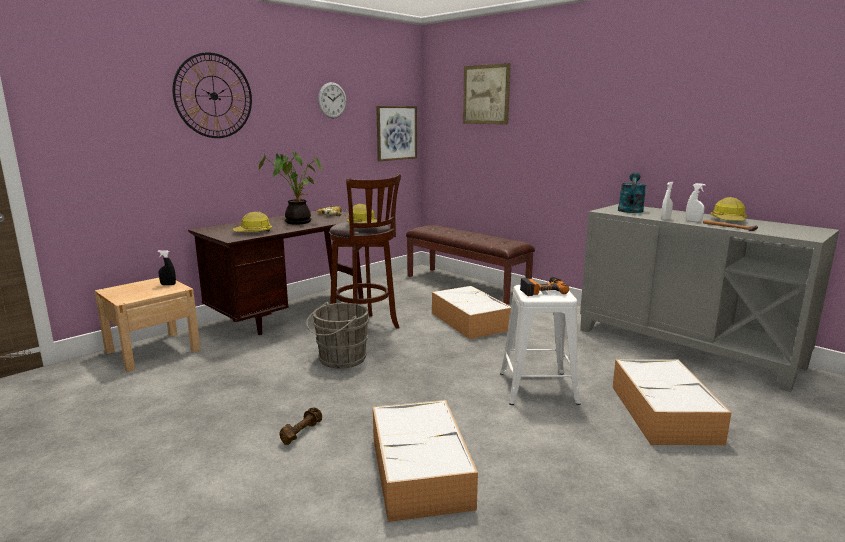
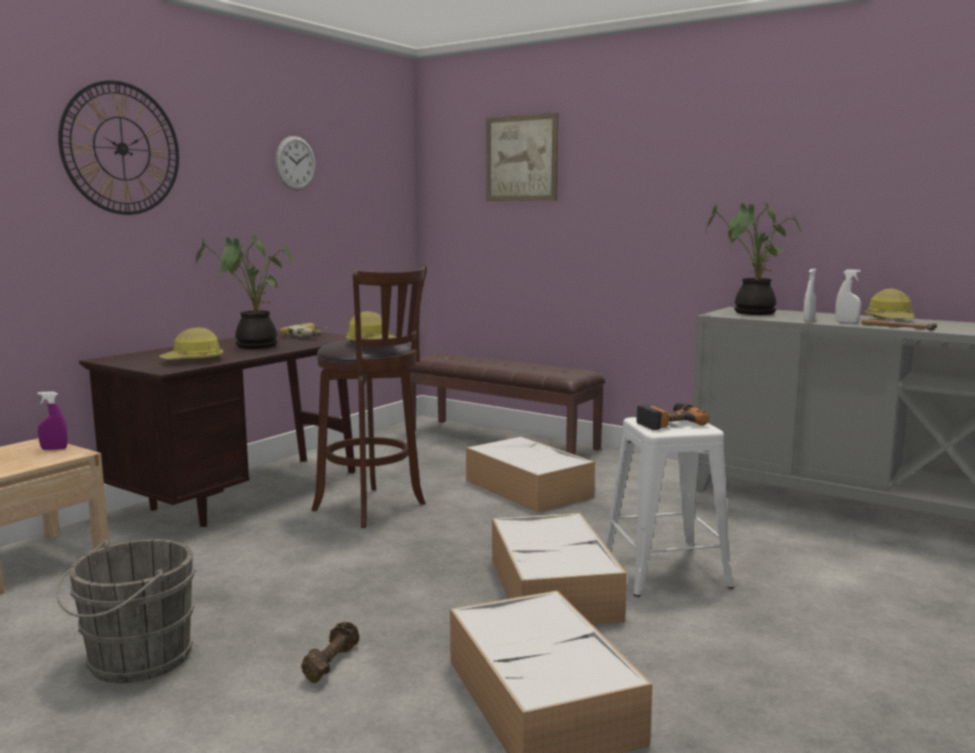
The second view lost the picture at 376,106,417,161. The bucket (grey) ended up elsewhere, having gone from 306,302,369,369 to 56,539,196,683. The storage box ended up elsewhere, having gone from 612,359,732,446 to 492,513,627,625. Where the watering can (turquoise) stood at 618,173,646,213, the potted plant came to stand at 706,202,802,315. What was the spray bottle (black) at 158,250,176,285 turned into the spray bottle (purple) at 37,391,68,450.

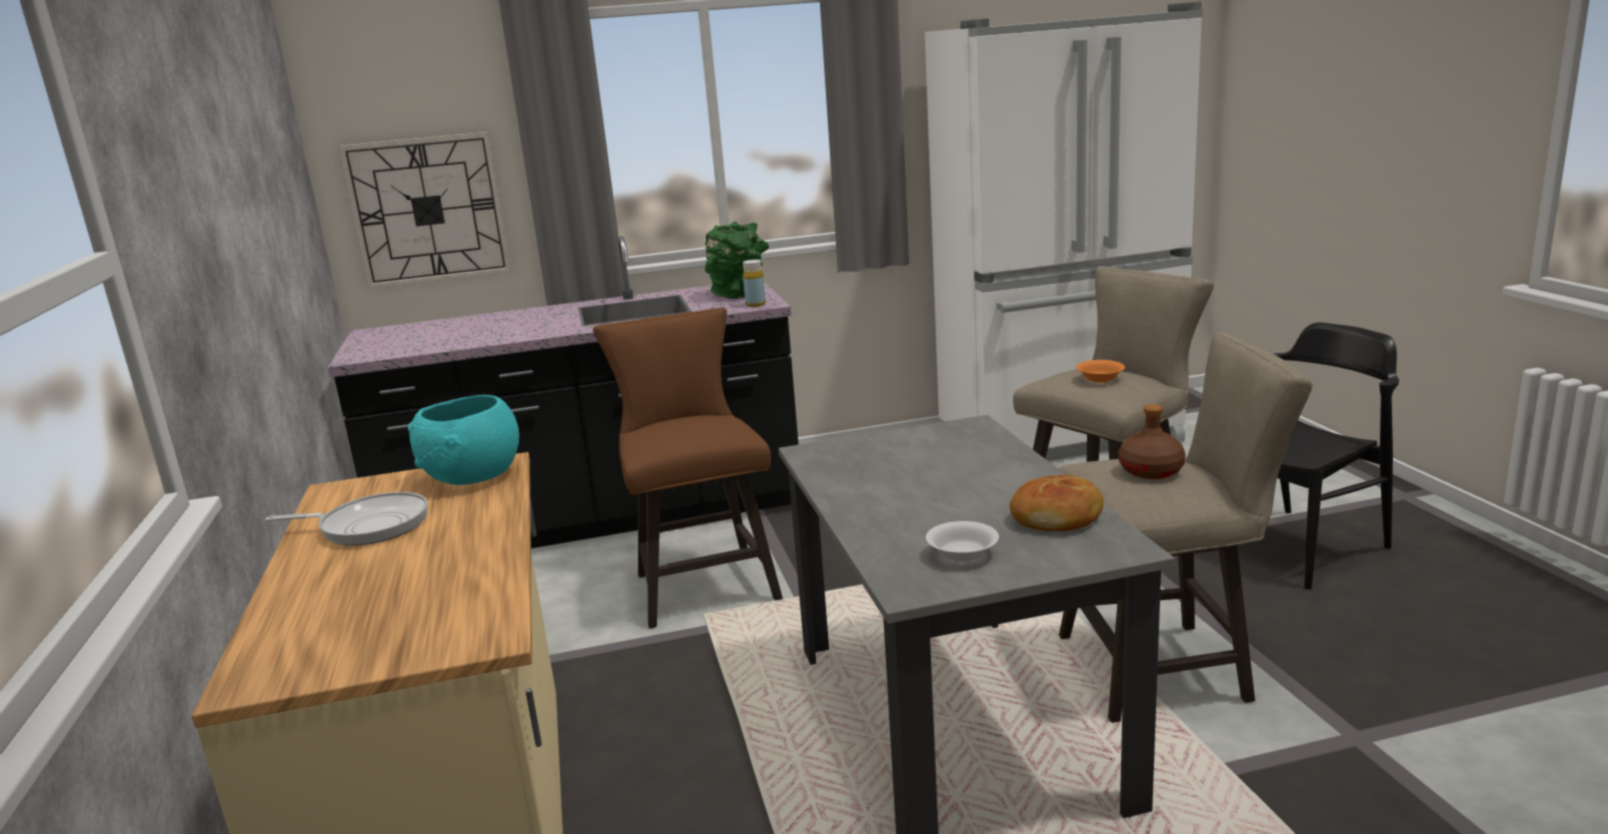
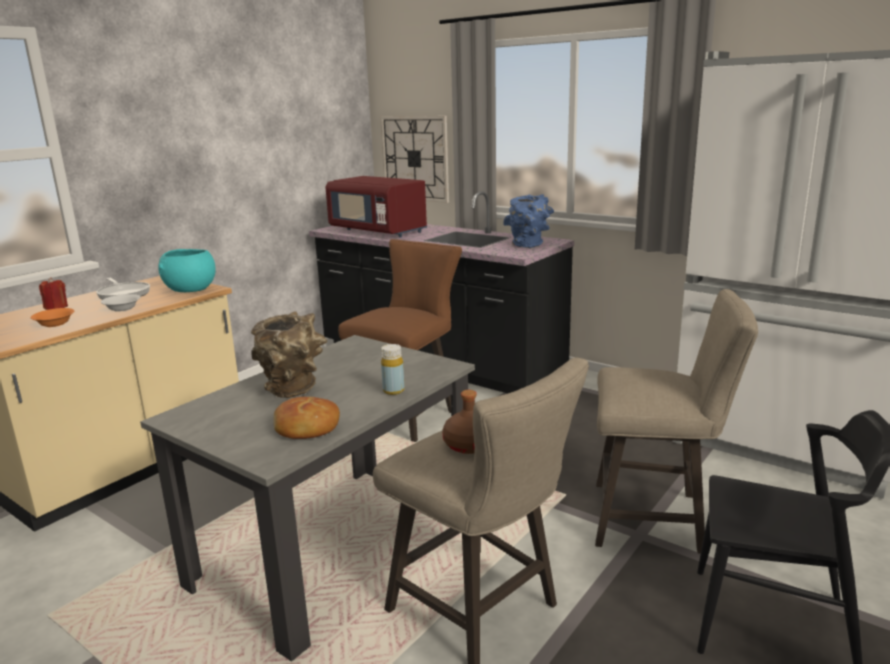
The second view gained the candle (red) at 39,277,68,310. The second view gained the vase (brown) at 251,312,327,398. The second view gained the microwave (red) at 325,176,427,237. The bottle (yellow) ended up elsewhere, having gone from 743,259,766,307 to 381,344,405,395. The bowl (white) ended up elsewhere, having gone from 926,521,999,562 to 101,294,140,312. The bowl (orange) ended up elsewhere, having gone from 1076,360,1125,383 to 31,308,74,327. What was the vase (green) at 705,221,769,299 turned into the vase (blue) at 503,194,554,248.

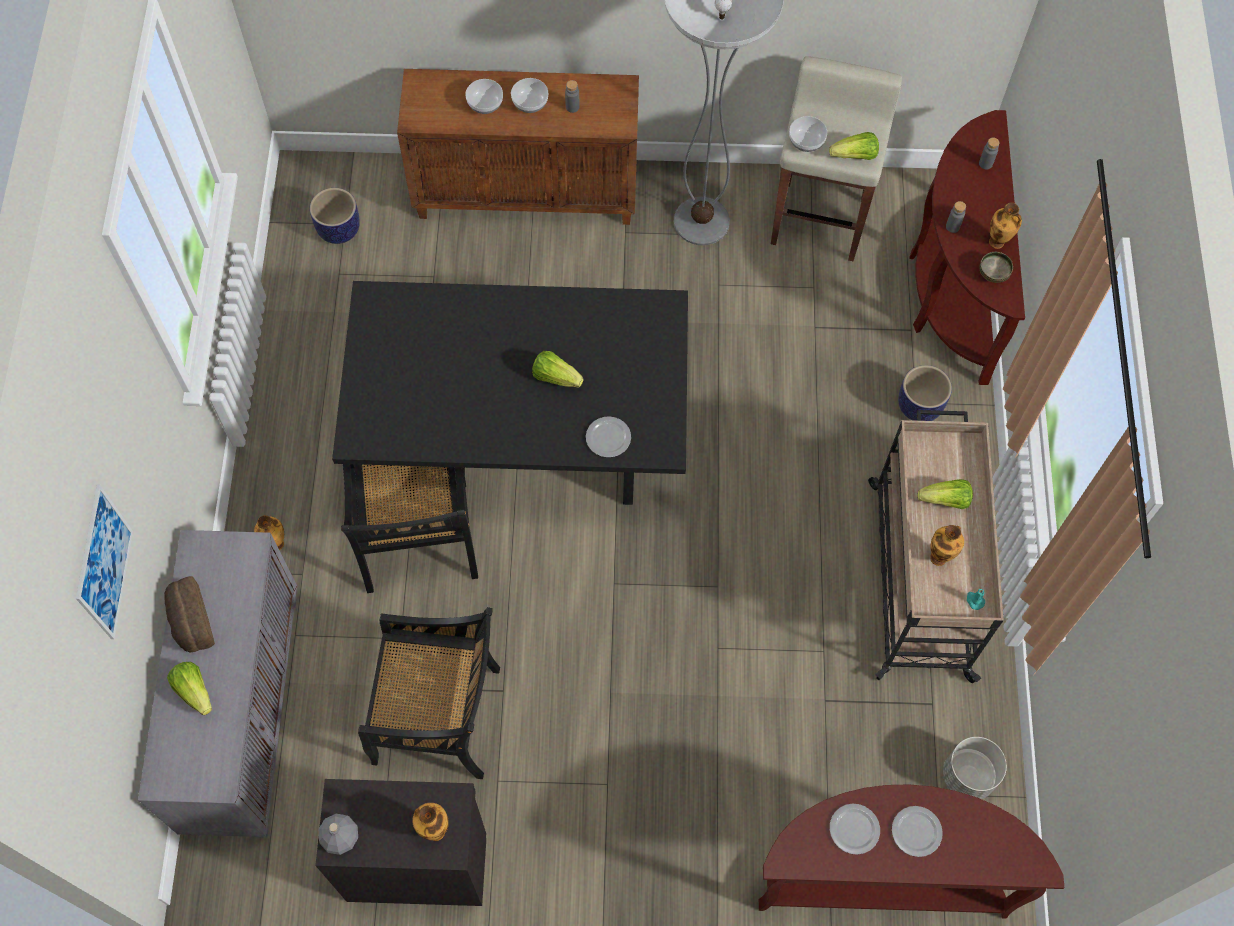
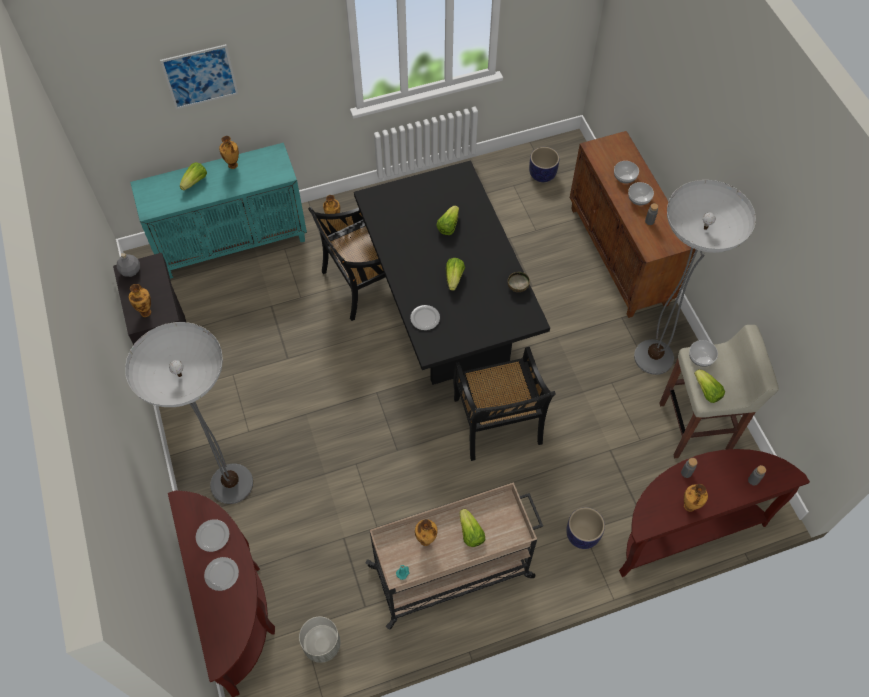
The second view gained the floor lamp at 125,322,253,504. The second view gained the lettuce at 436,205,459,235. The chair (black) ended up elsewhere, having gone from 358,607,500,779 to 453,347,556,461. The bowl ended up elsewhere, having gone from 979,252,1013,283 to 508,272,530,292. Where the bread stood at 164,576,215,653, the vase came to stand at 219,136,239,169. What was the cabinet (grey) at 138,530,297,838 turned into the cabinet (turquoise) at 130,143,307,279.

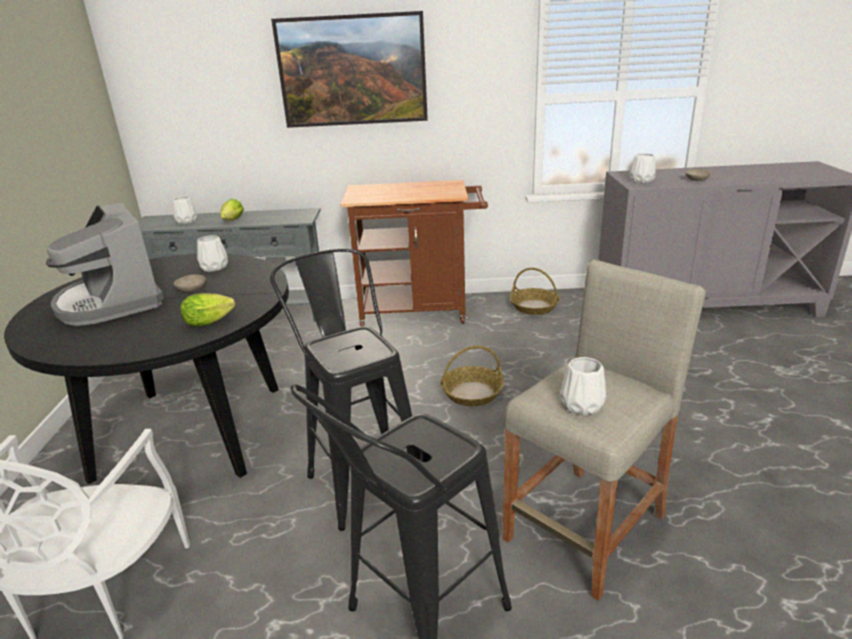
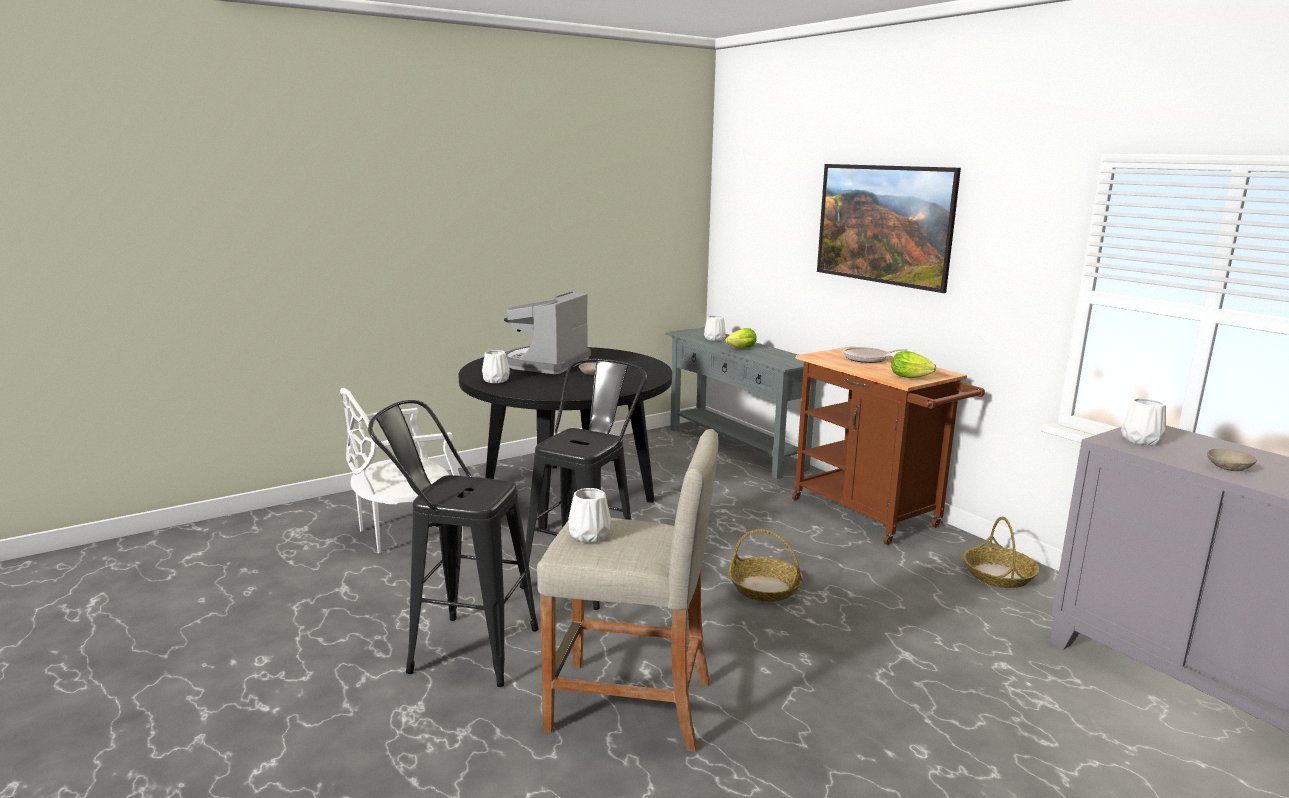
The second view gained the frying pan at 843,347,908,363. The lettuce ended up elsewhere, having gone from 180,293,235,327 to 891,351,936,378. The vase (white) ended up elsewhere, having gone from 197,235,228,272 to 482,350,510,383.

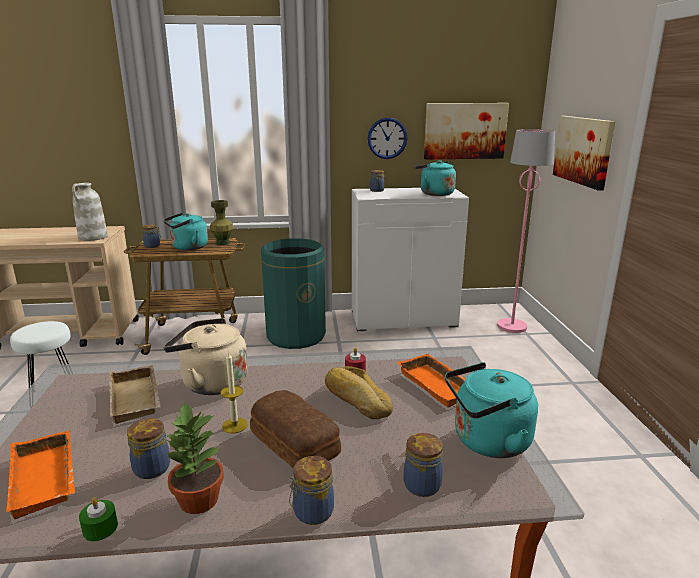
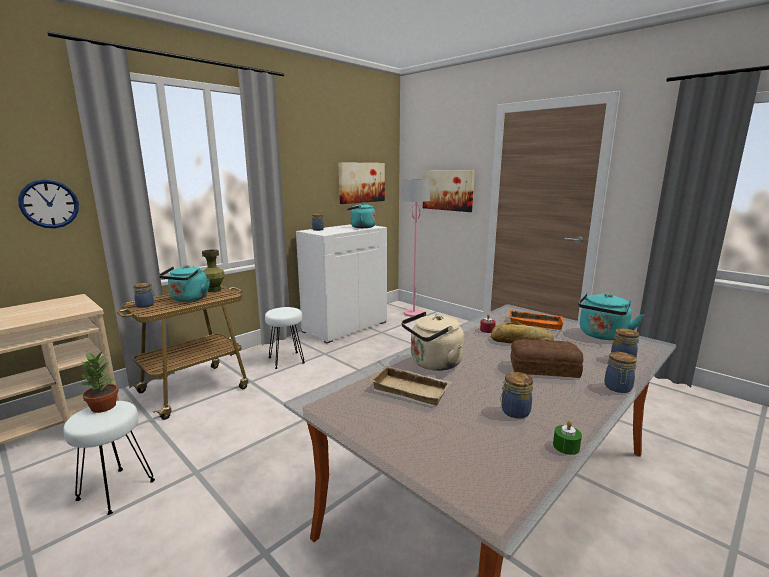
The second view lost the tray (orange) at 6,430,75,519. The second view lost the vase (white) at 72,183,108,241. The second view lost the candle at 221,351,248,433. The potted plant ended up elsewhere, having gone from 166,402,224,514 to 80,351,119,413. The wall clock ended up elsewhere, having gone from 368,118,407,159 to 18,179,79,228. Where the trash can (green) stood at 261,238,326,349, the stool (white) came to stand at 265,307,305,369.

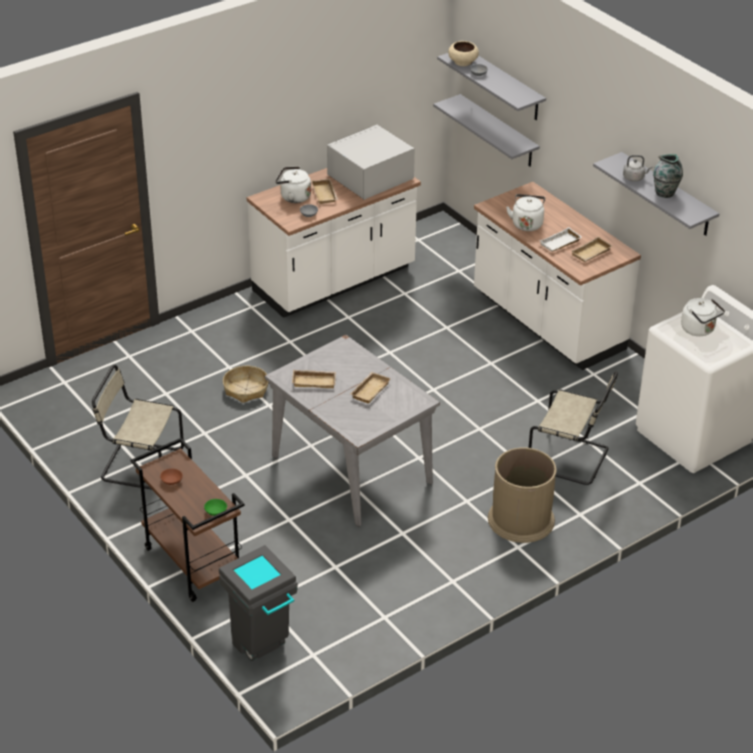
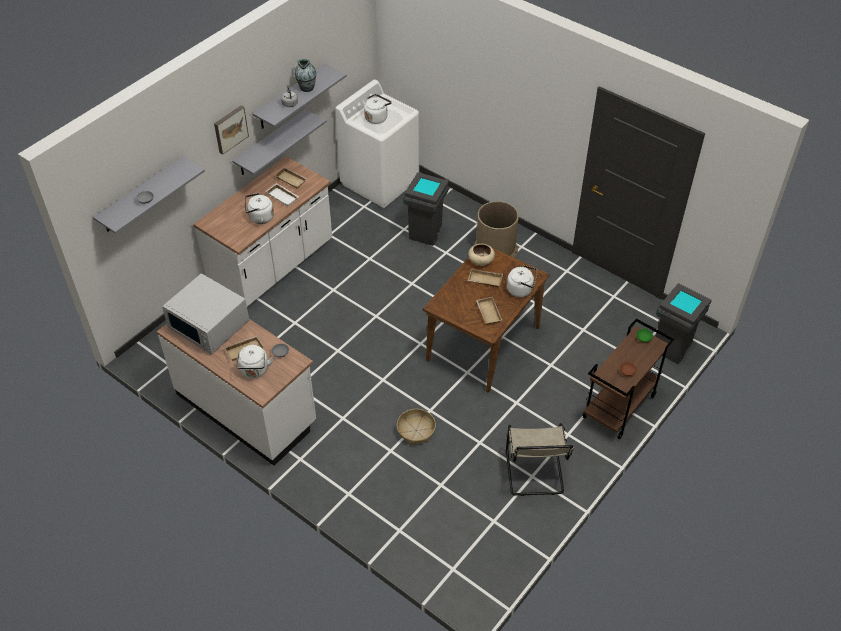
The second view gained the picture at 214,106,249,155. The second view gained the kettle (white) at 507,265,538,297. The shelf (grey) ended up elsewhere, having gone from 433,94,540,167 to 233,109,326,175. The bowl (beige) ended up elsewhere, having gone from 448,41,479,66 to 468,244,495,266. Where the chair (beige) stood at 529,372,618,485, the trash can (grey) came to stand at 403,172,449,246. What was the dining table (grey) at 265,335,440,526 turned into the dining table (brown) at 423,243,550,392.

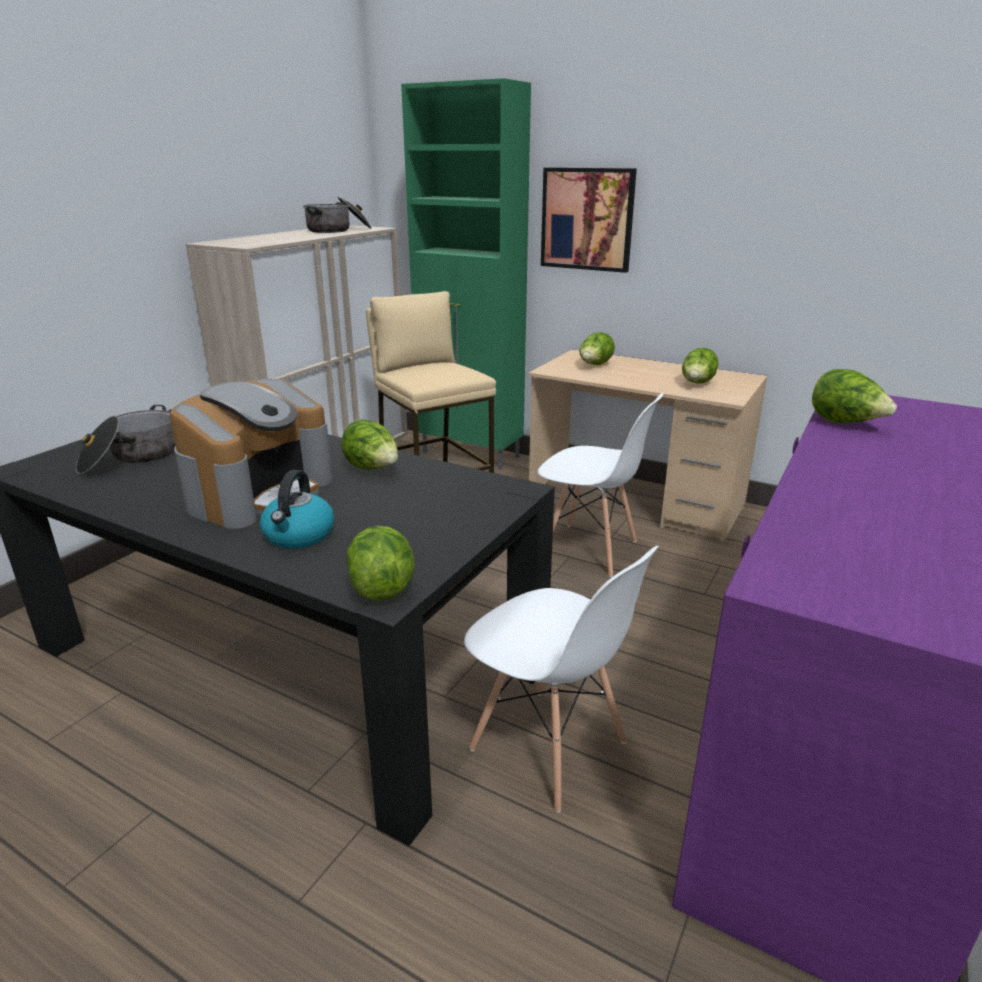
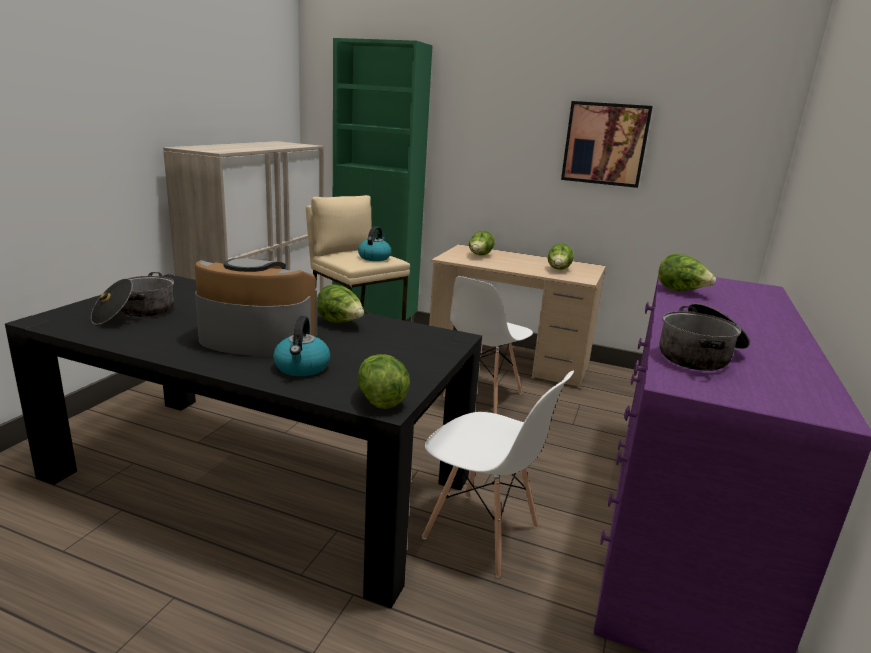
The second view gained the kettle at 358,226,391,261. The cooking pot ended up elsewhere, having gone from 303,197,371,233 to 659,303,750,371. The picture ended up elsewhere, having gone from 541,168,637,273 to 561,101,653,188. The coffee machine at 170,379,333,529 ended up facing another way, 105 degrees counterclockwise from before. The chair (white) at 538,393,664,577 ended up facing another way, 105 degrees clockwise from before.

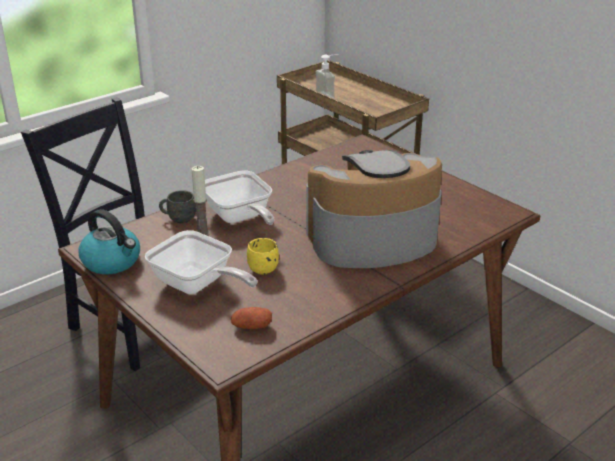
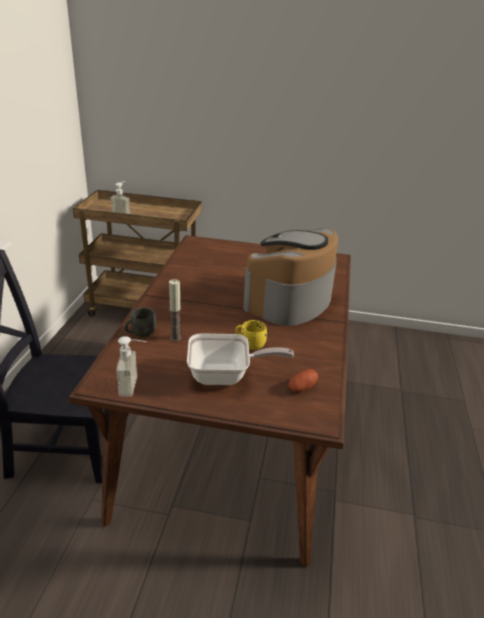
The second view lost the frying pan at 205,170,275,225. Where the kettle stood at 79,209,140,274, the soap dispenser came to stand at 116,336,146,397.

